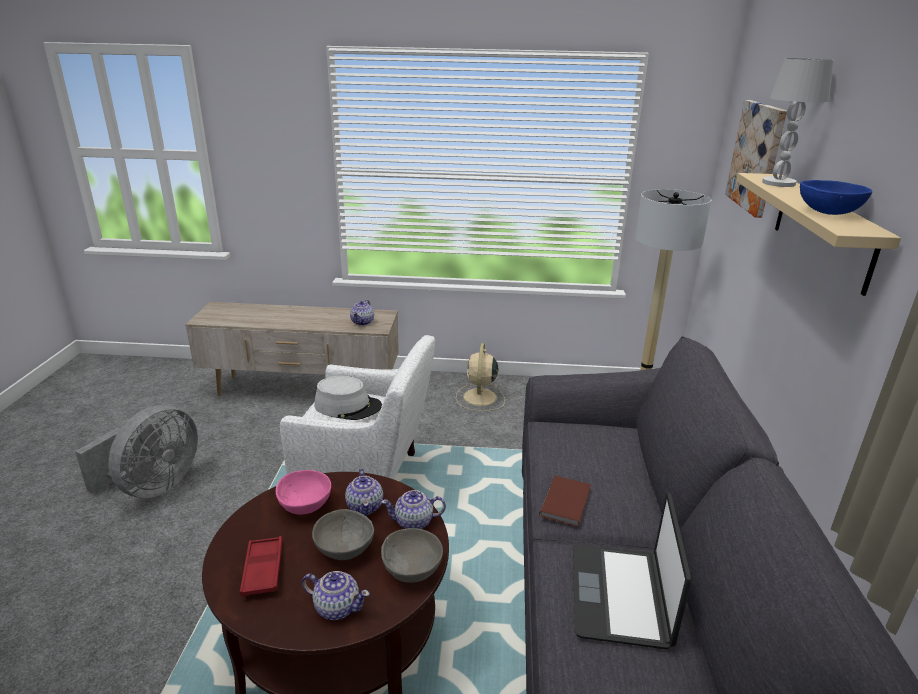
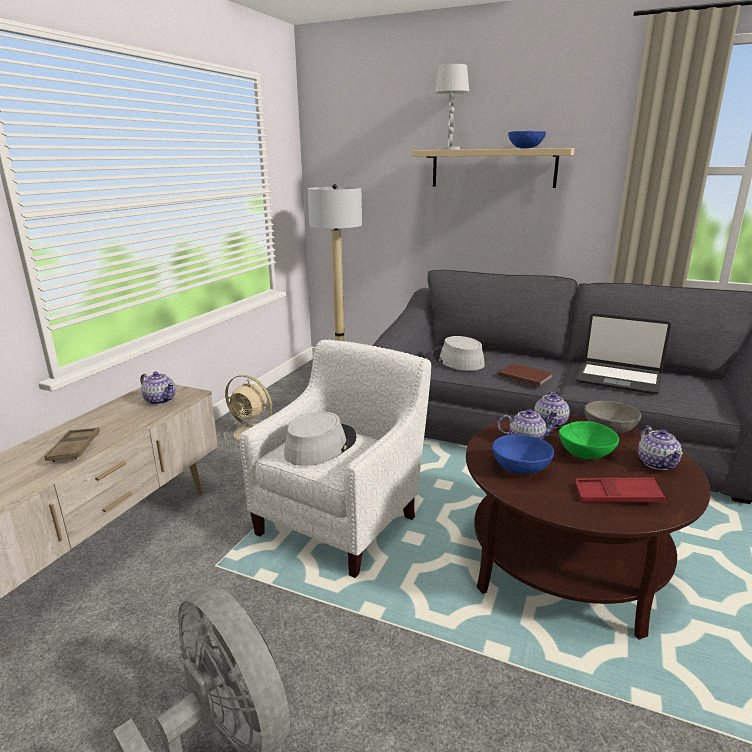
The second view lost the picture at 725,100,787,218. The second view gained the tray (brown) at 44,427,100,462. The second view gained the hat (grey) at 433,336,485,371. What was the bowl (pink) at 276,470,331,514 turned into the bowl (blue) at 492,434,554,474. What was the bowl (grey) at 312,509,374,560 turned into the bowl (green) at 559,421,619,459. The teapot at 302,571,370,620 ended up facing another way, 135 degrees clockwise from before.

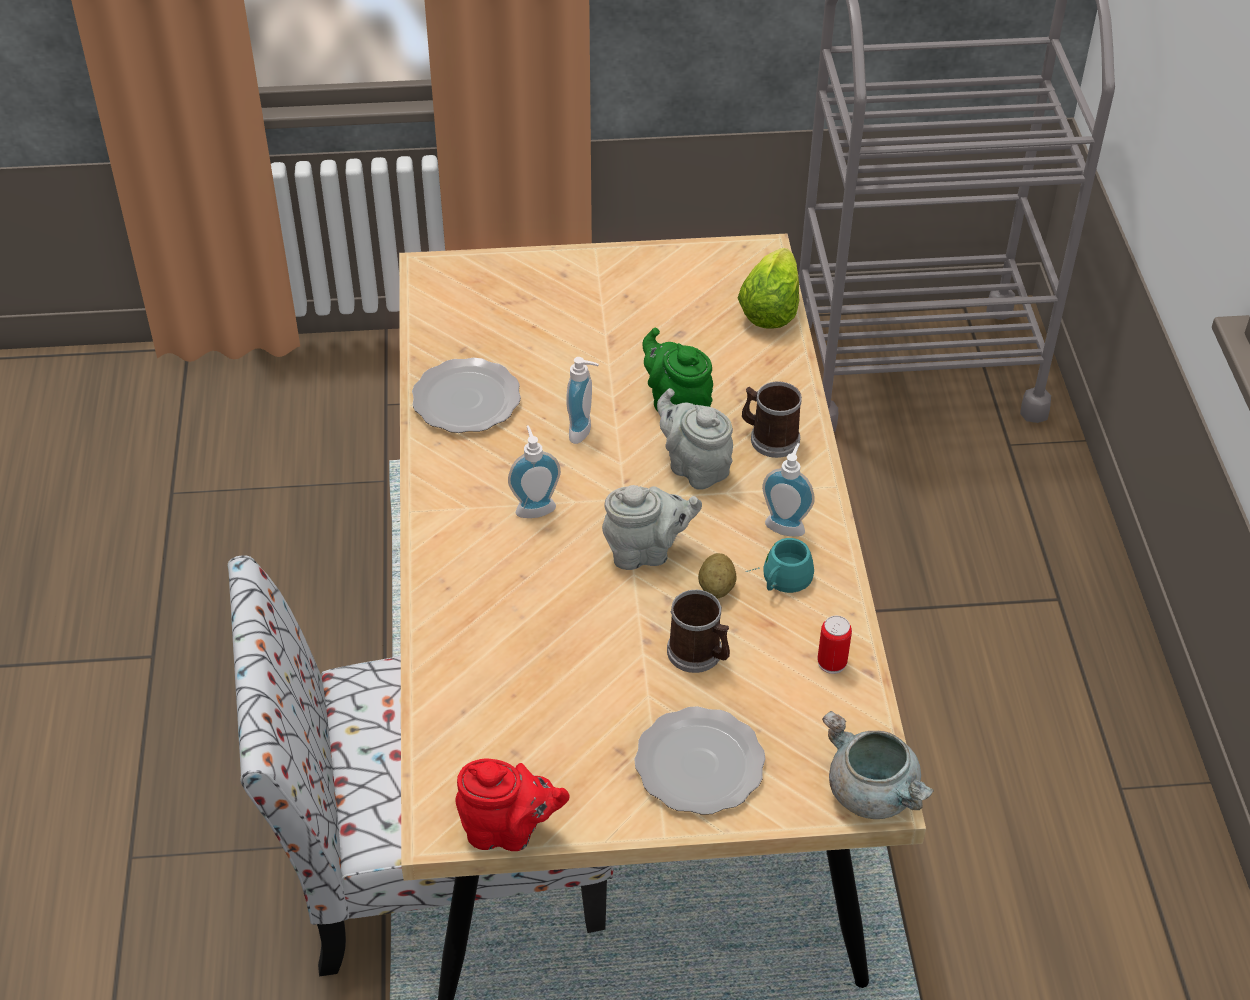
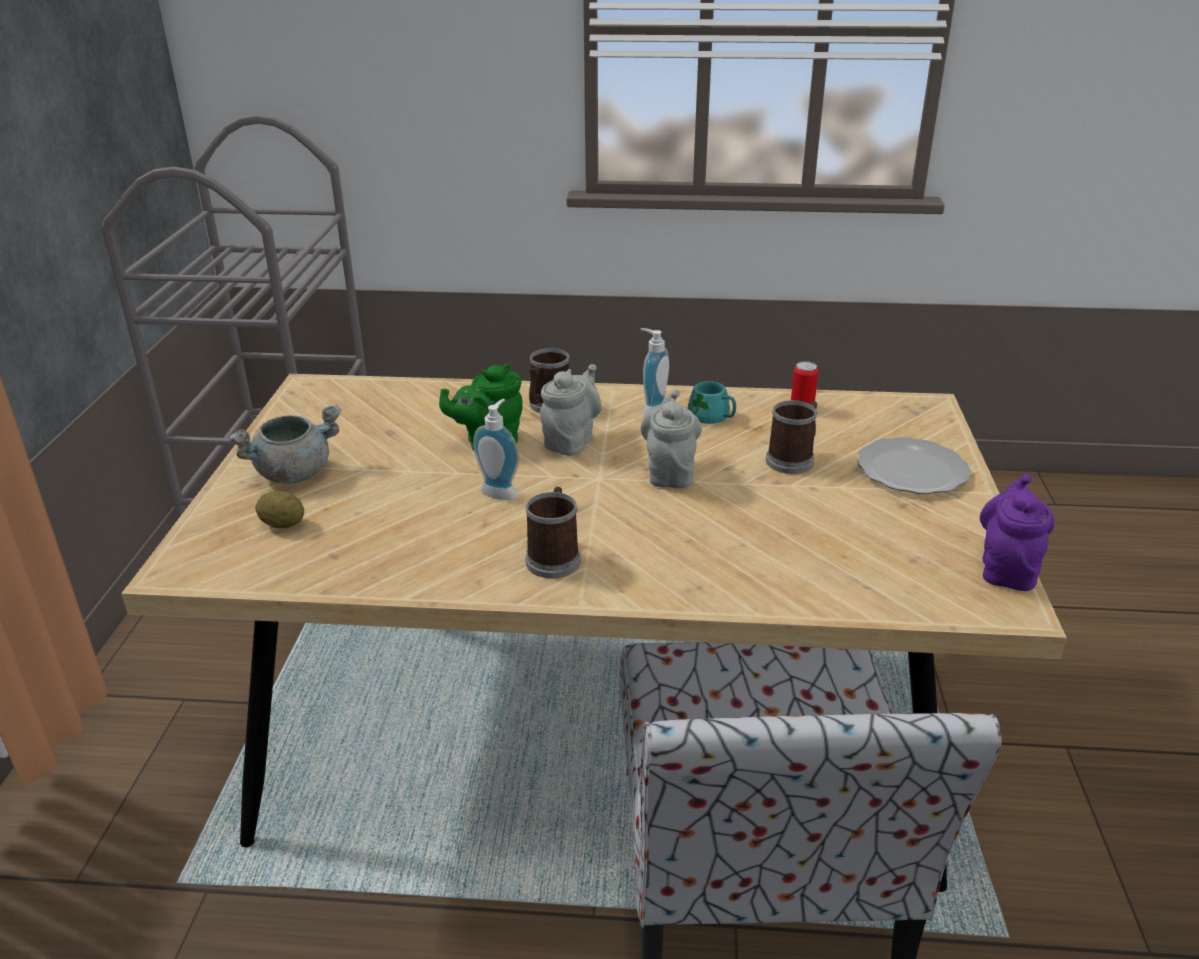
The second view lost the plate at 412,358,521,433. The second view lost the soap dispenser at 508,425,561,518. The second view lost the lettuce at 738,248,799,329. The second view gained the mug at 525,487,581,578. The potato ended up elsewhere, having gone from 698,553,736,599 to 255,491,304,528. The cooking pot (grey) ended up elsewhere, having gone from 822,711,934,819 to 229,405,342,484. What was the teapot (red) at 456,758,570,851 turned into the teapot (purple) at 980,474,1055,591. The teapot (grey) at 657,388,733,490 ended up facing another way, 150 degrees clockwise from before.

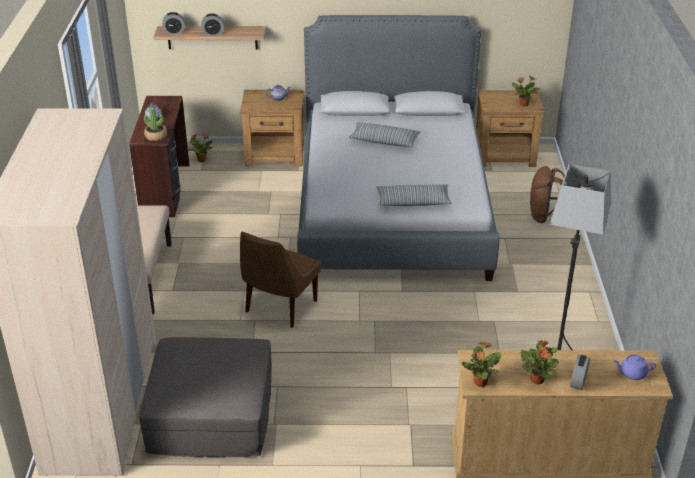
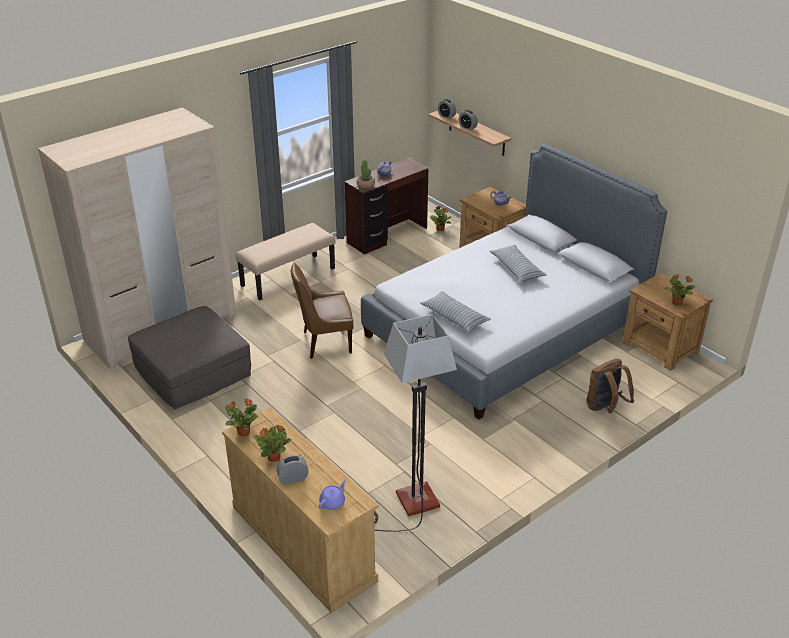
The teapot (purple) at 613,355,656,380 ended up facing another way, 75 degrees clockwise from before.

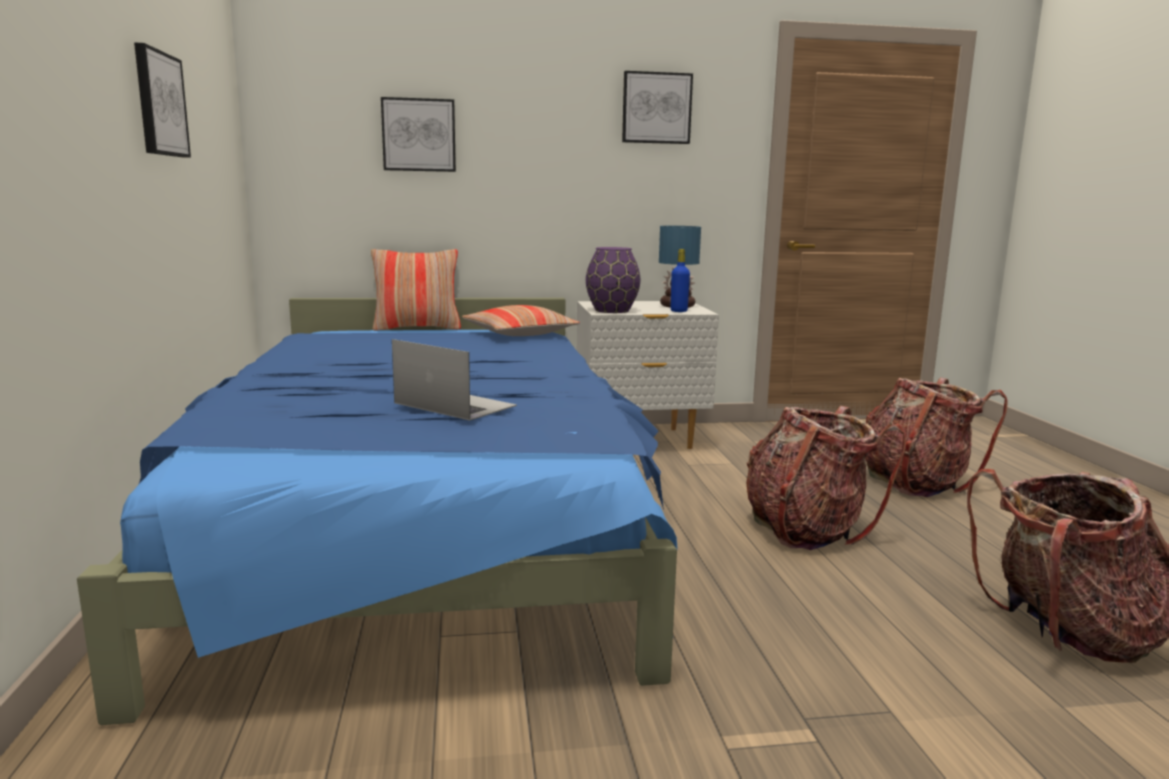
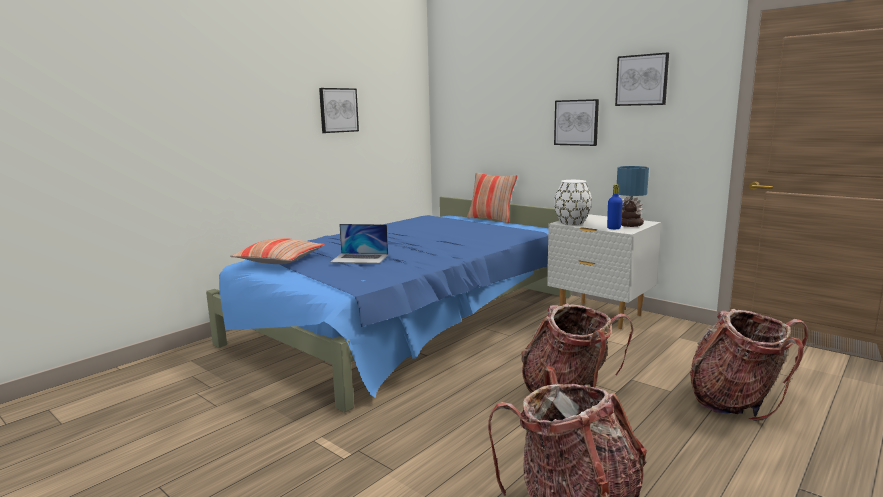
The picture ended up elsewhere, having gone from 381,97,456,172 to 554,99,599,146. The pillow ended up elsewhere, having gone from 461,305,580,336 to 230,238,325,264. What was the vase (purple) at 586,247,640,313 turned into the vase (white) at 554,180,592,225. The laptop at 392,339,517,421 ended up facing another way, 105 degrees clockwise from before.

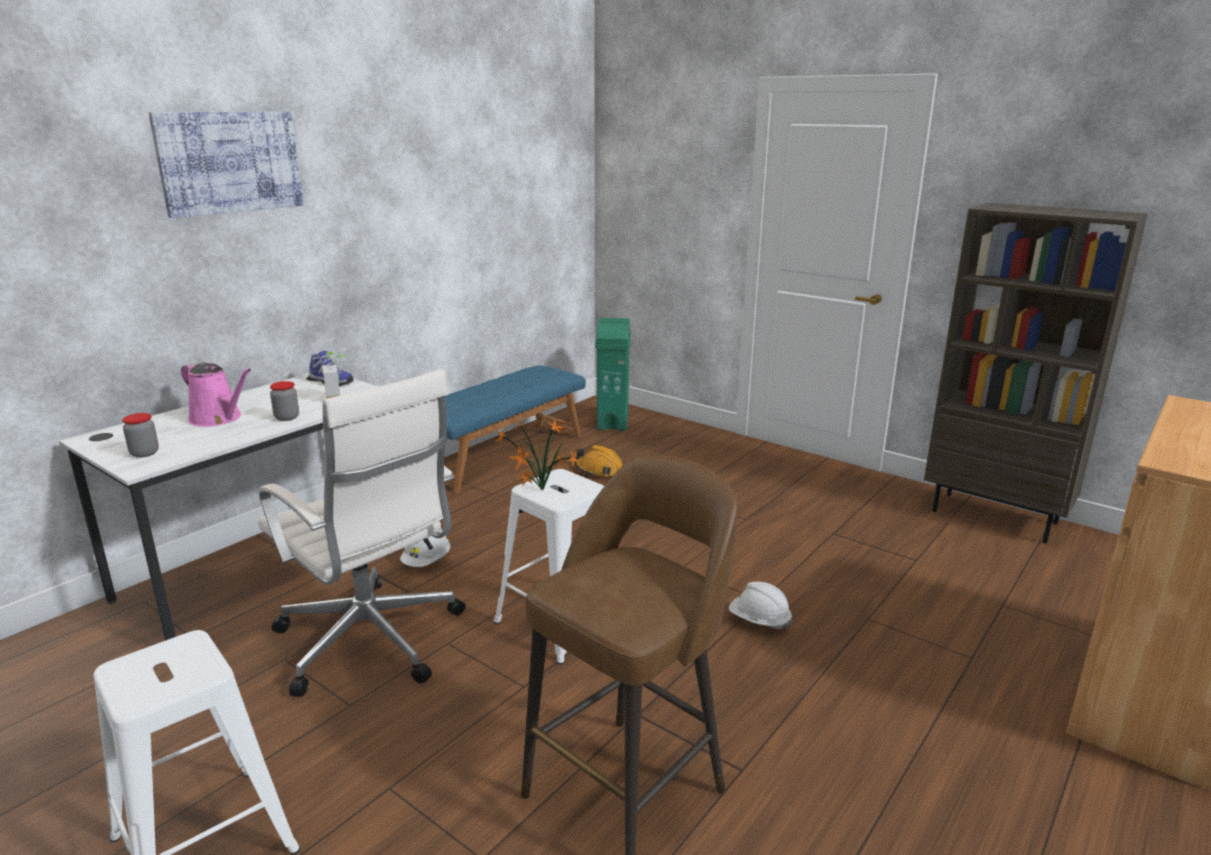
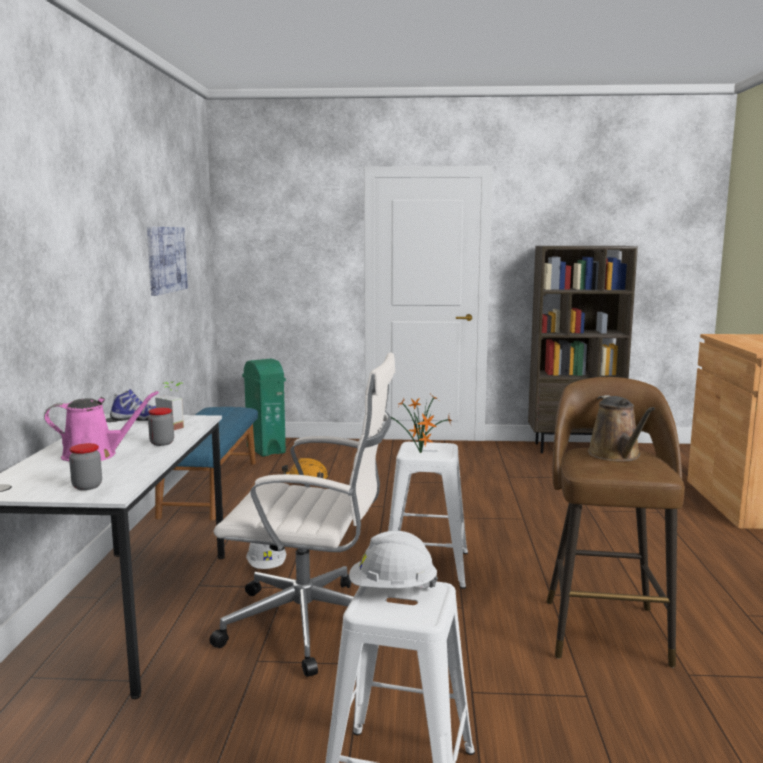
The second view gained the watering can (brown) at 588,395,655,461. The picture ended up elsewhere, having gone from 149,112,303,218 to 147,227,188,296. The hard hat (white) ended up elsewhere, having gone from 729,582,792,630 to 349,531,438,588.

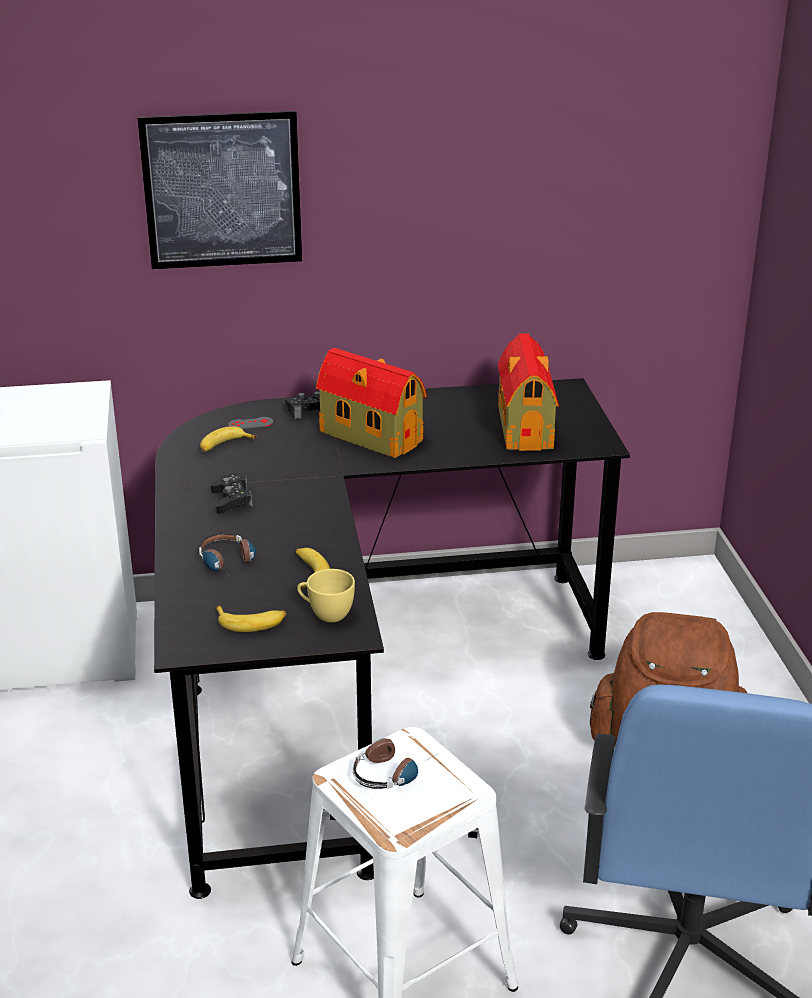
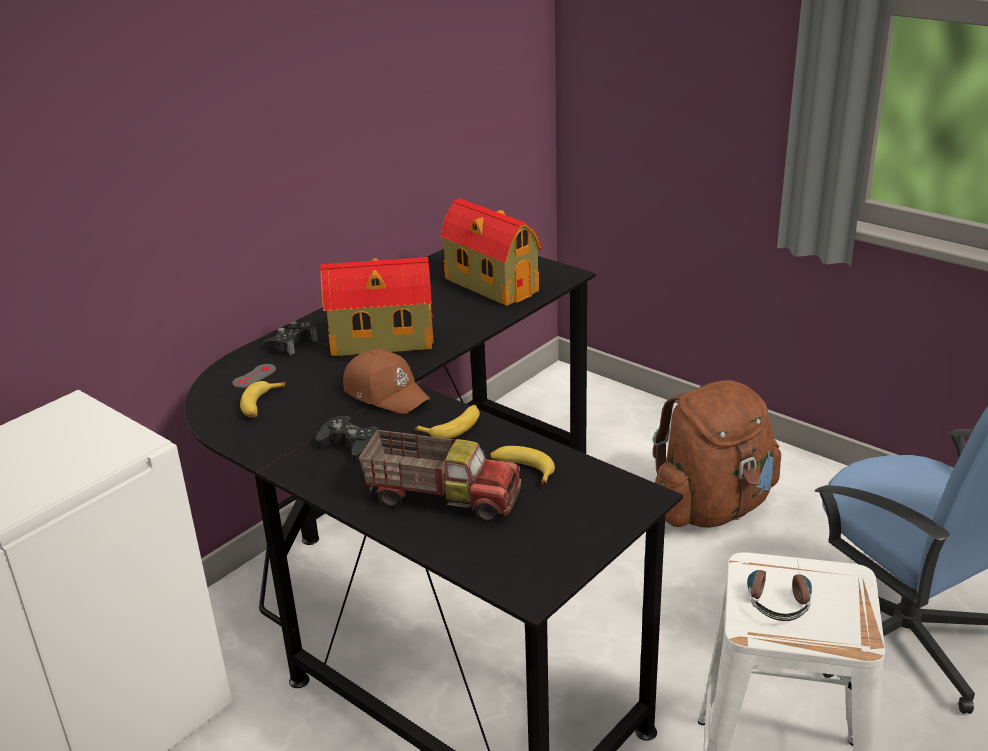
The second view lost the picture at 138,111,302,269. The second view lost the cup (yellow) at 297,569,355,622. The second view gained the cap (brown) at 343,349,430,414. The banana ended up elsewhere, having gone from 215,606,287,632 to 415,405,480,439. Where the headphones stood at 199,534,256,573, the toy truck came to stand at 359,430,522,523.

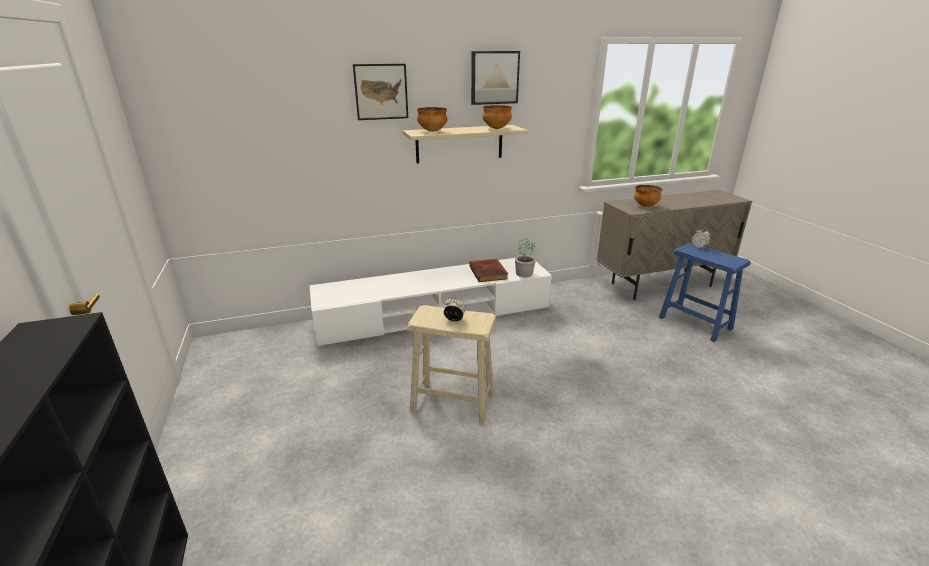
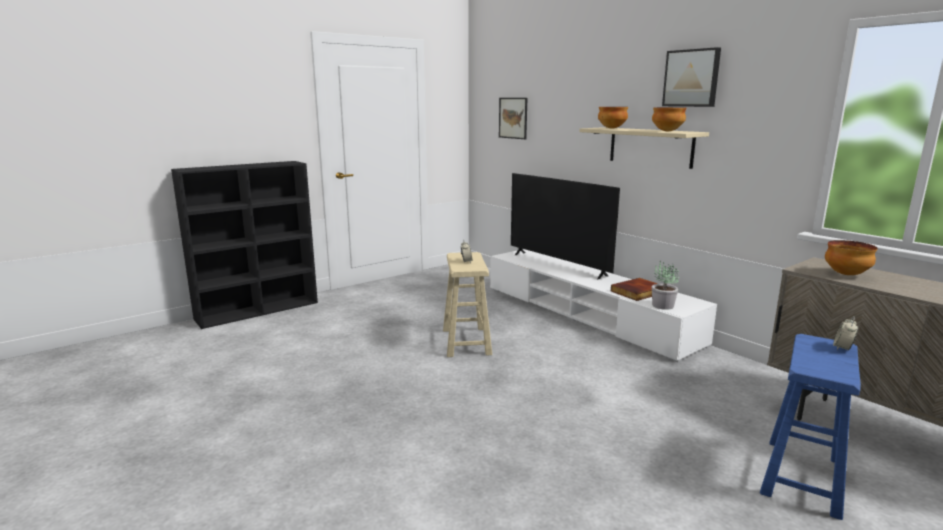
The second view gained the television at 511,173,620,279. The picture ended up elsewhere, having gone from 353,64,408,120 to 499,98,527,139.

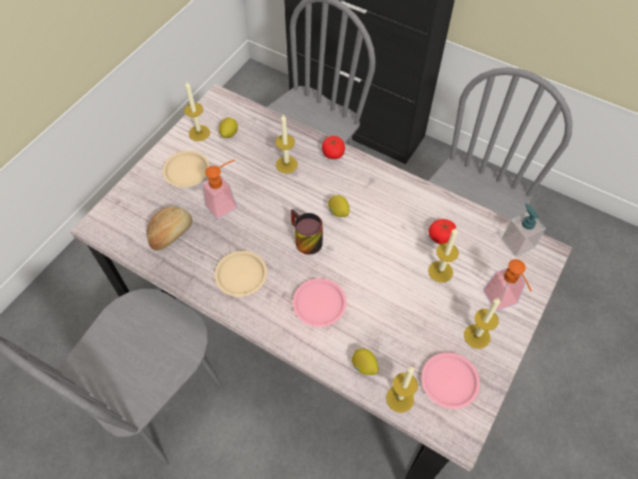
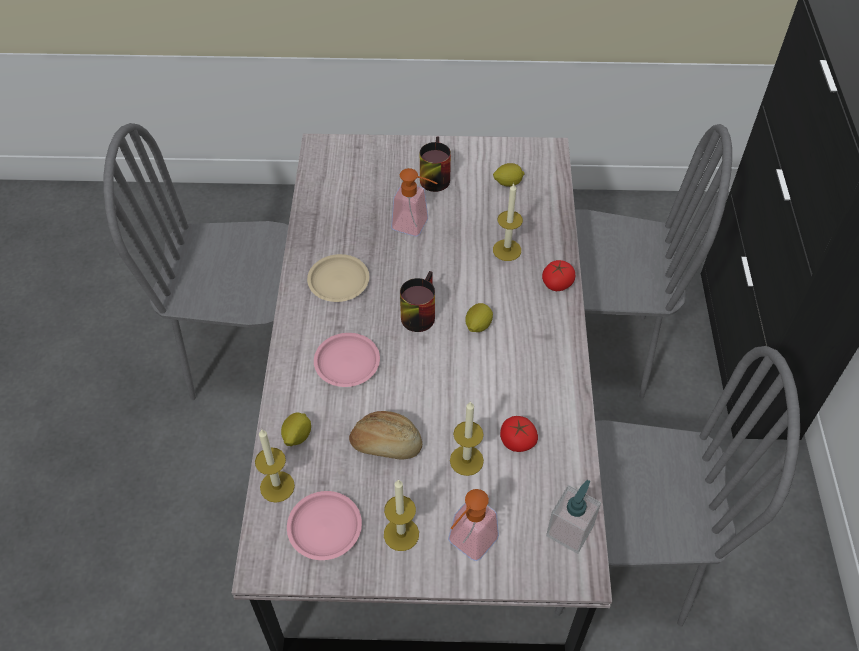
The second view lost the candle at 184,82,210,141. The bread ended up elsewhere, having gone from 147,206,192,250 to 349,411,422,459. Where the plate (beige) stood at 163,151,210,188, the mug came to stand at 420,136,451,192.

